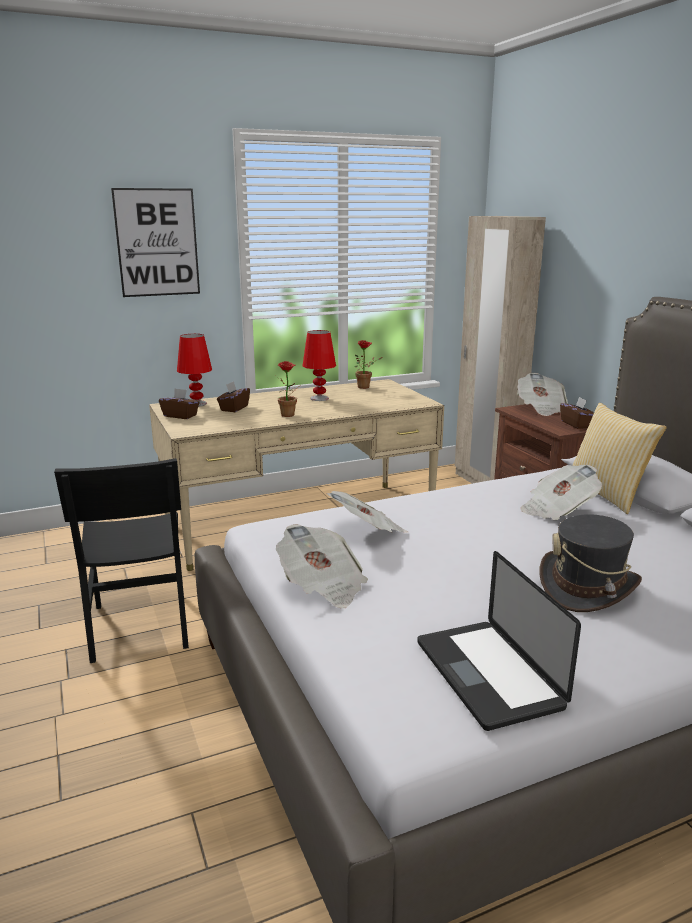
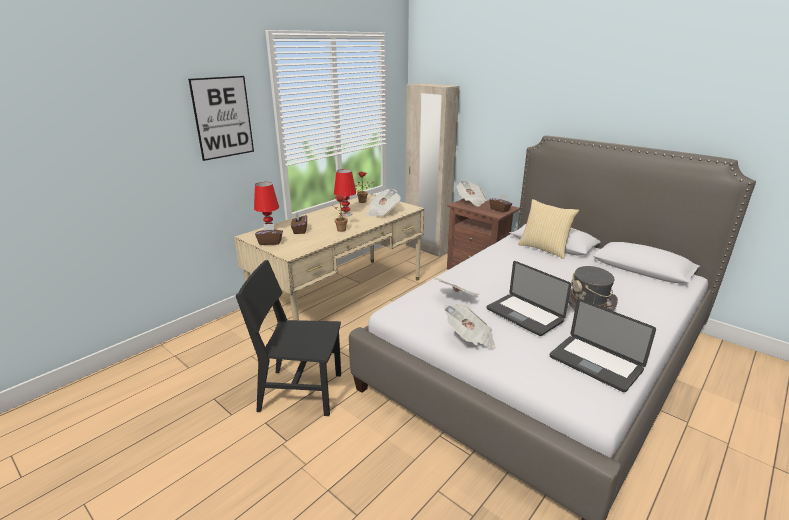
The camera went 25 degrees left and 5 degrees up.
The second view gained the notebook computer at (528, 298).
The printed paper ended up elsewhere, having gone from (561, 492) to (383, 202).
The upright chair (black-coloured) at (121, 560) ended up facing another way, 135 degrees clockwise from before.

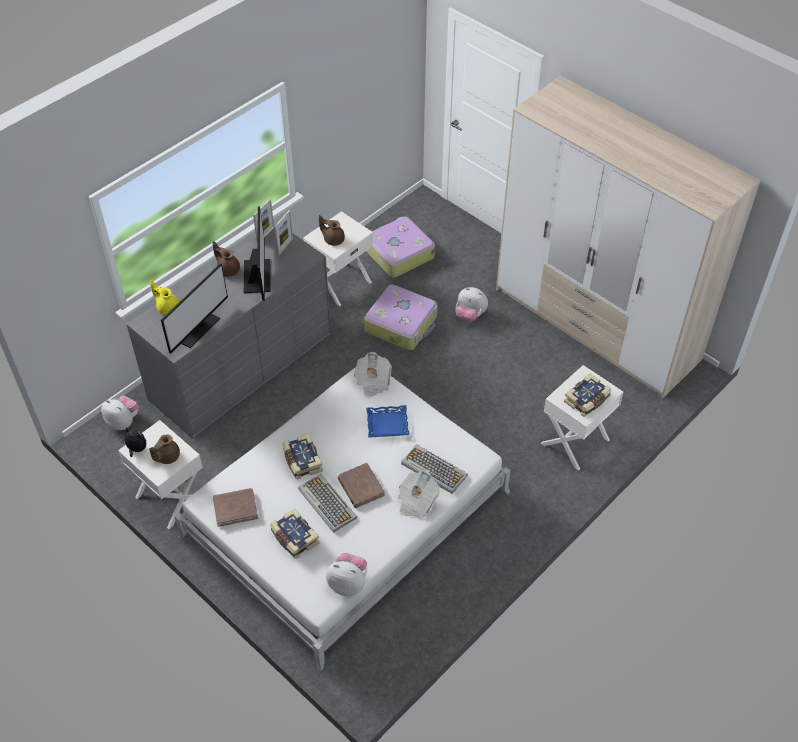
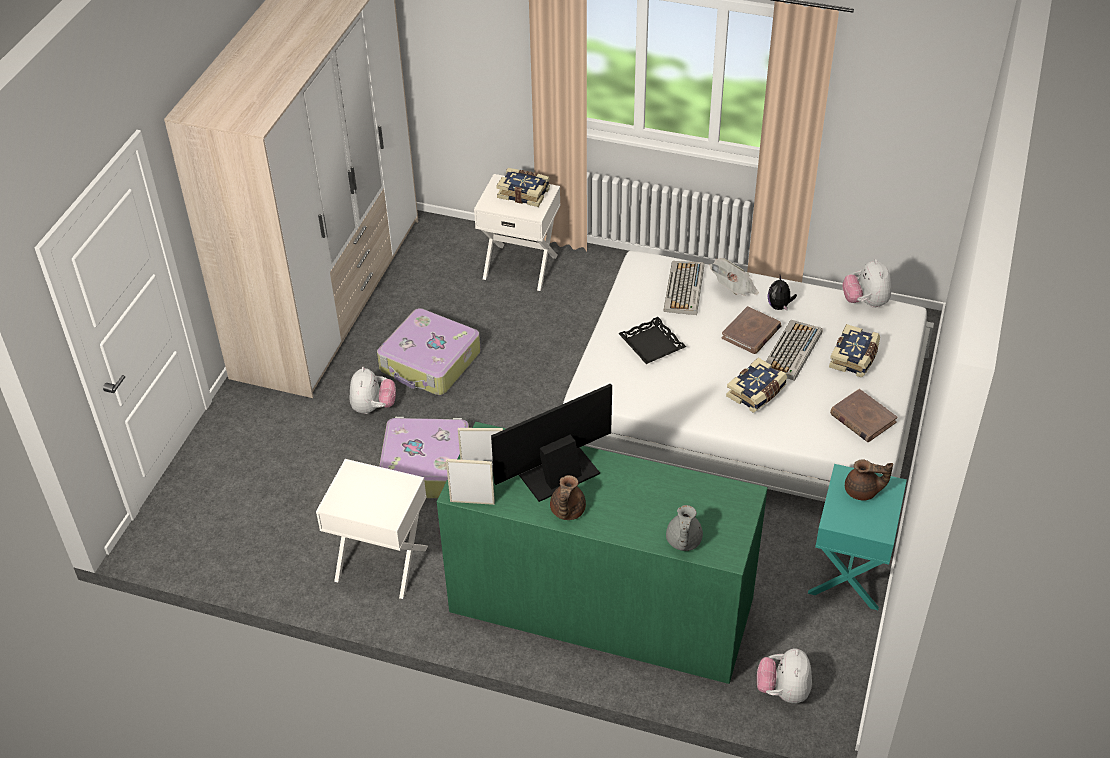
The camera went 115 degrees left and 5 degrees down.
The second view lost the computer screen at (194, 308).
The second view lost the pot for tea (brownish) at (332, 230).
The second view lost the printed paper at (373, 374).
The soft toy ended up elsewhere, having gone from (133, 442) to (782, 293).
The piece of luggage ended up elsewhere, having gone from (400, 247) to (429, 351).
What was the bedside table (white) at (160, 474) turned into the bedside table (turquoise-coloured) at (857, 537).
What was the chest of drawers (greyish) at (228, 330) turned into the chest of drawers (green) at (602, 553).
What was the pot for tea (yellowish) at (164, 298) turned into the pot for tea (greyish) at (684, 528).
What was the serving tray (blue-coloured) at (387, 421) turned into the serving tray (black-coloured) at (652, 340).

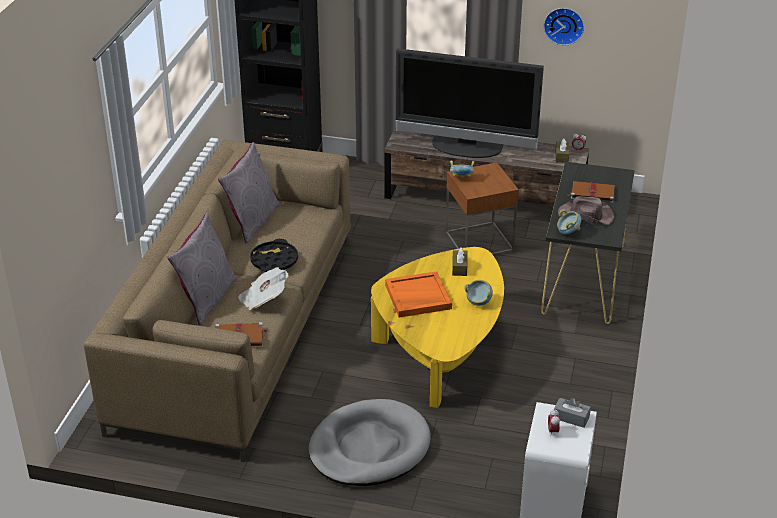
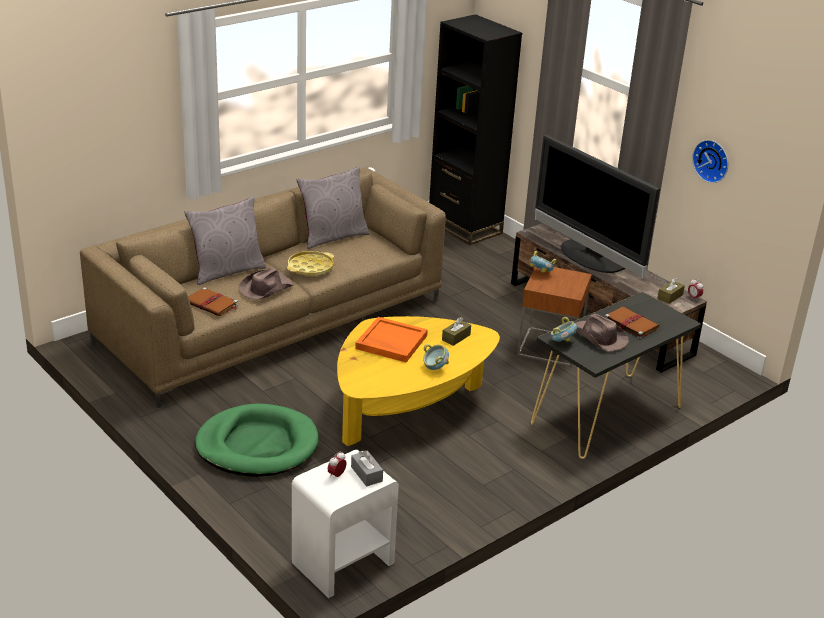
The camera went 35 degrees right and 5 degrees down.
Where the printed paper stood at (263, 288), the clothing hat (brownish) came to stand at (265, 283).
What was the serving tray (black-coloured) at (274, 255) turned into the serving tray (yellowish) at (310, 263).
What was the dog cushion (greyish) at (370, 442) turned into the dog cushion (green) at (257, 440).

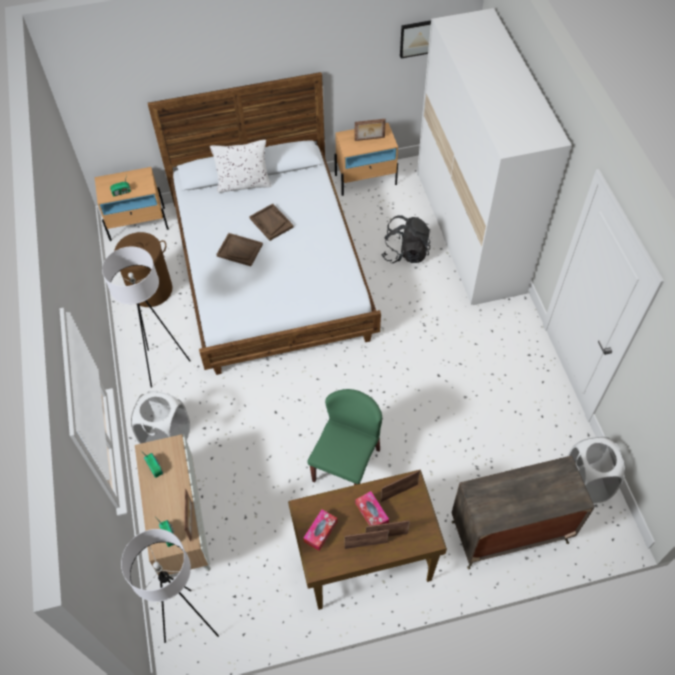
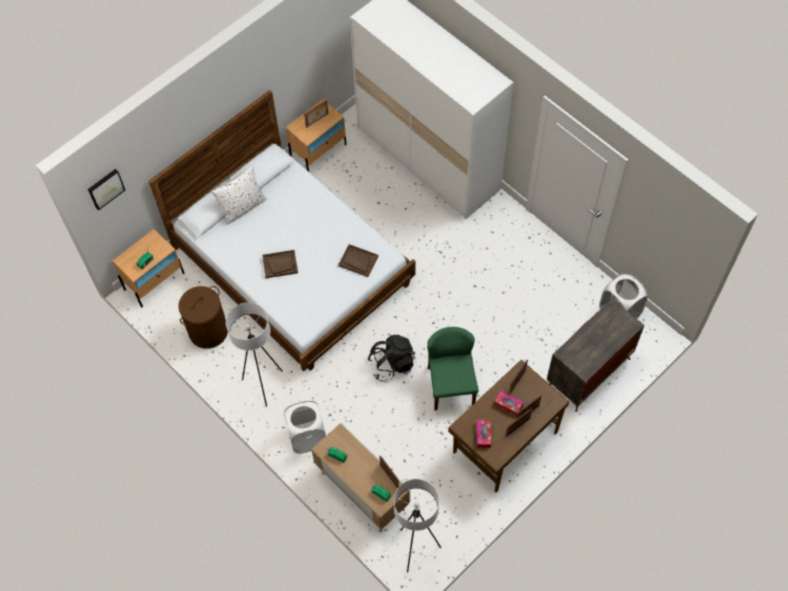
The camera went 30 degrees left and 5 degrees up.
The serving tray (brownish) ended up elsewhere, having gone from (271, 222) to (358, 260).
The knapsack (black-coloured) ended up elsewhere, having gone from (406, 239) to (391, 358).
The picture ended up elsewhere, having gone from (415, 39) to (106, 189).

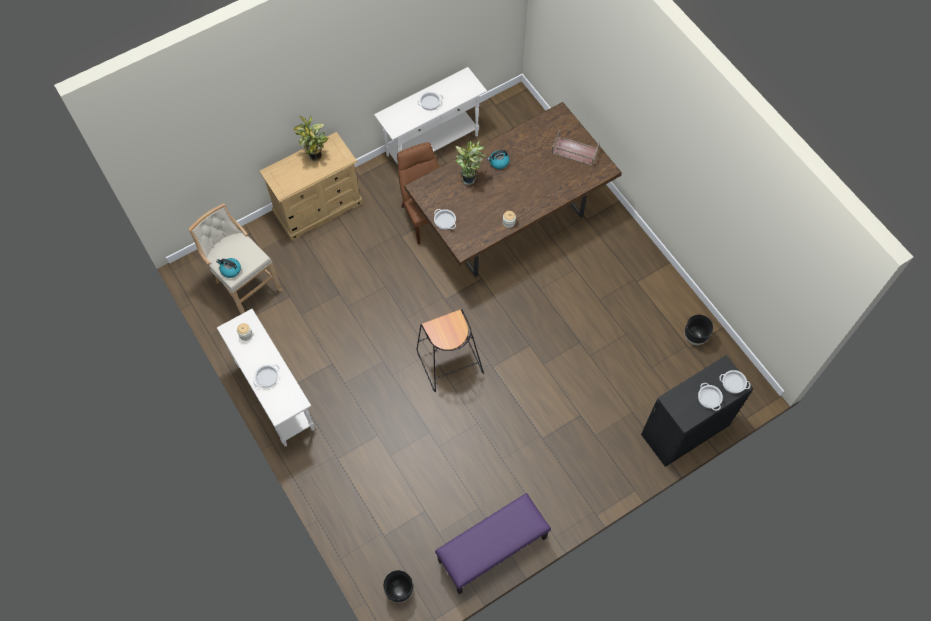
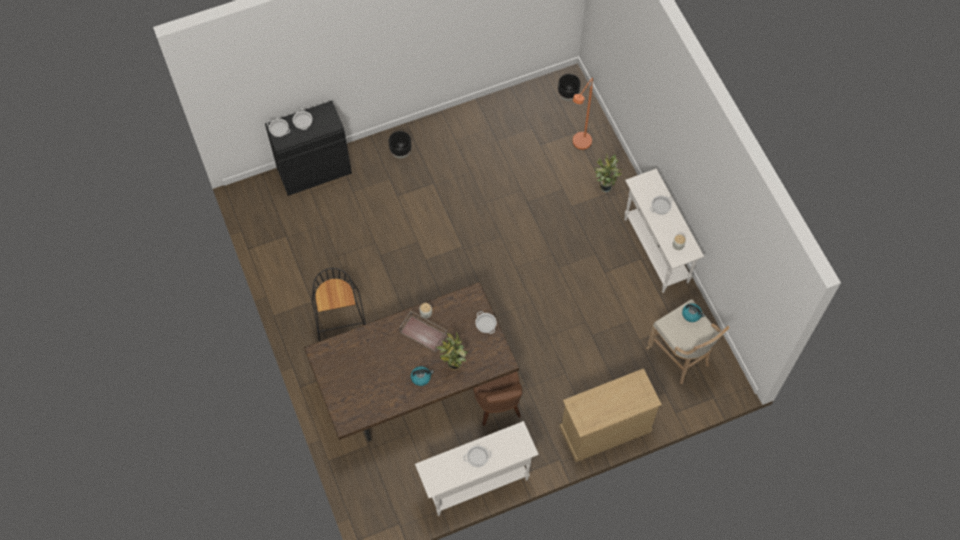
The camera went 170 degrees left and 0 degrees up.
The second view lost the bench (purple) at (493, 543).
The second view gained the standard lamp (orangey) at (583, 114).
The potted plant ended up elsewhere, having gone from (311, 138) to (608, 172).
The stool seat (black-coloured) ended up elsewhere, having gone from (450, 350) to (339, 305).
The serving tray (brownish) ended up elsewhere, having gone from (575, 148) to (423, 331).
The planter (black-coloured) ended up elsewhere, having gone from (698, 330) to (400, 144).

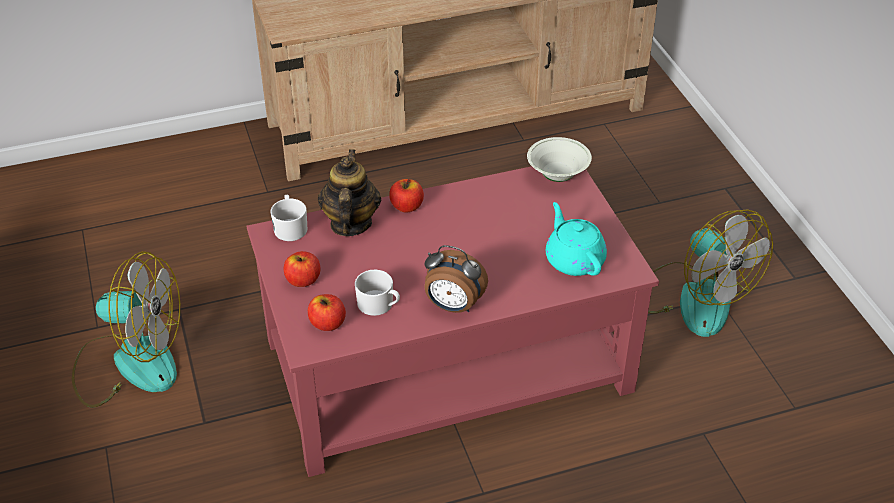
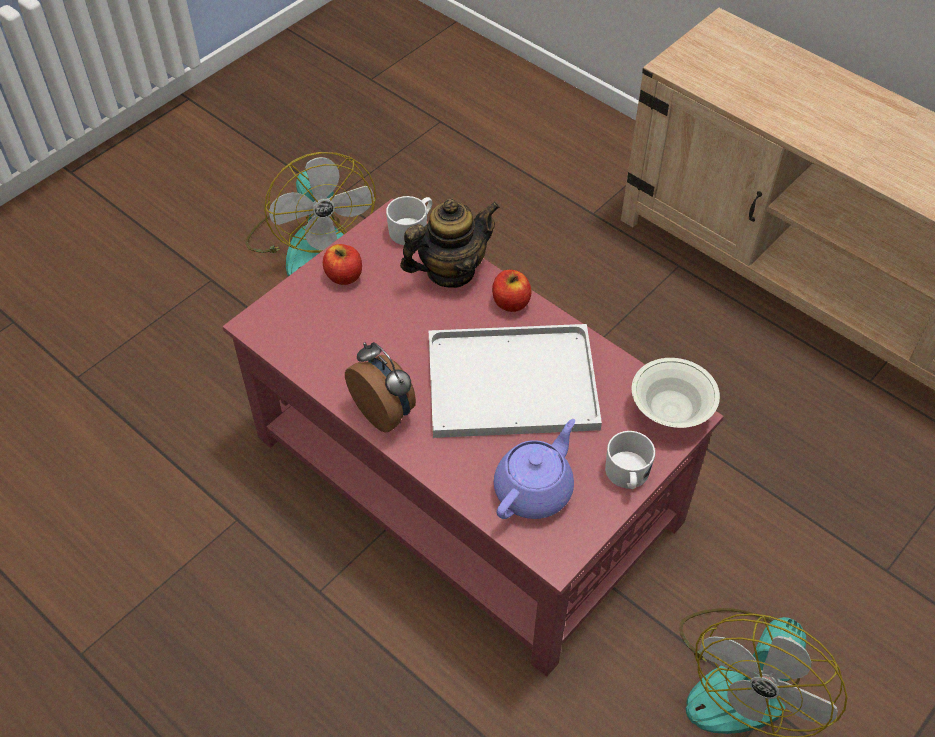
The camera went 60 degrees right and 10 degrees up.
The second view lost the whole apple at (327, 312).
The second view gained the serving tray (white) at (515, 381).
The tea mug (white) ended up elsewhere, having gone from (377, 293) to (630, 460).
What was the pot for tea (turquoise-coloured) at (576, 239) turned into the pot for tea (purple) at (534, 469).
The table clock at (456, 279) ended up facing another way, 150 degrees clockwise from before.

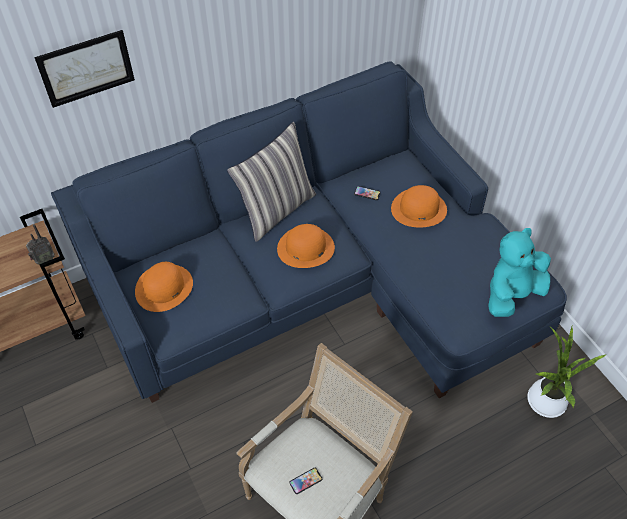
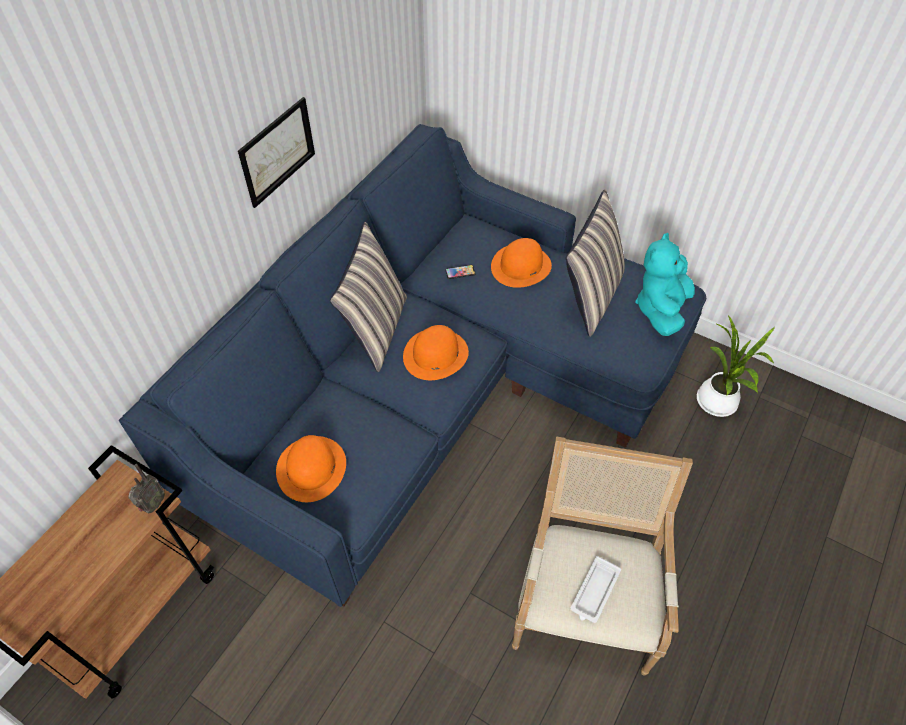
The camera went 30 degrees left and 0 degrees up.
The second view gained the cushion at (595, 263).
The picture ended up elsewhere, having gone from (84, 69) to (276, 152).
Where the phone stood at (305, 481), the serving tray (white) came to stand at (595, 589).

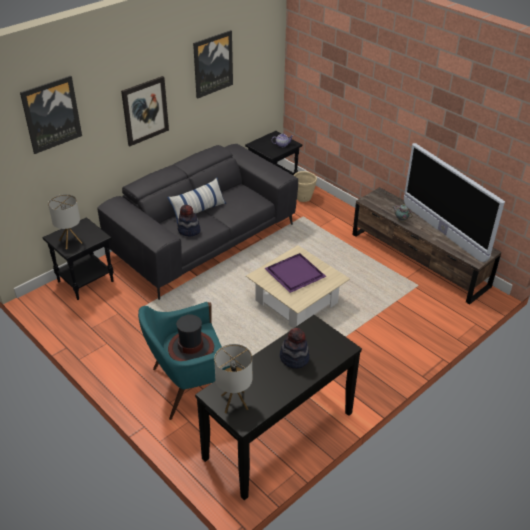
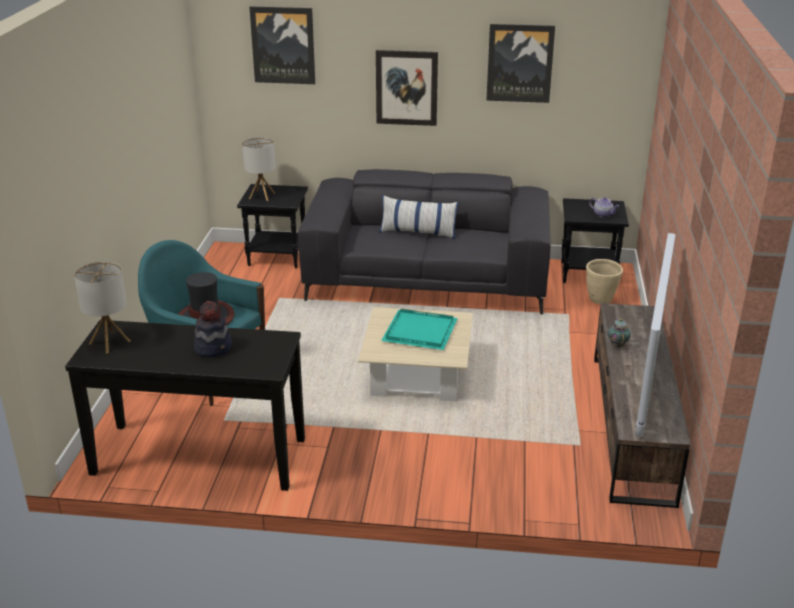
The camera went 50 degrees right and 10 degrees down.
The second view lost the clothing hat at (188, 220).
What was the serving tray (purple) at (295, 273) turned into the serving tray (turquoise-coloured) at (419, 329).

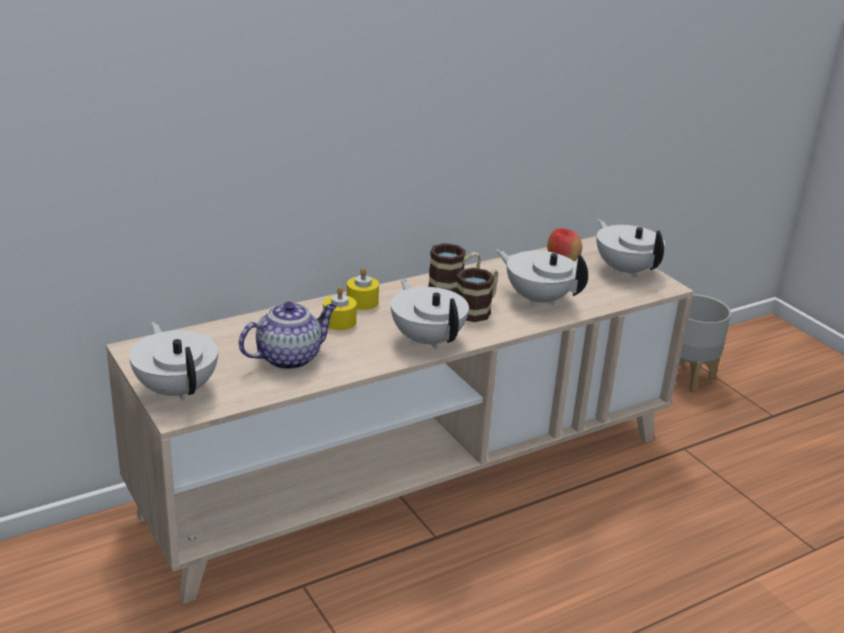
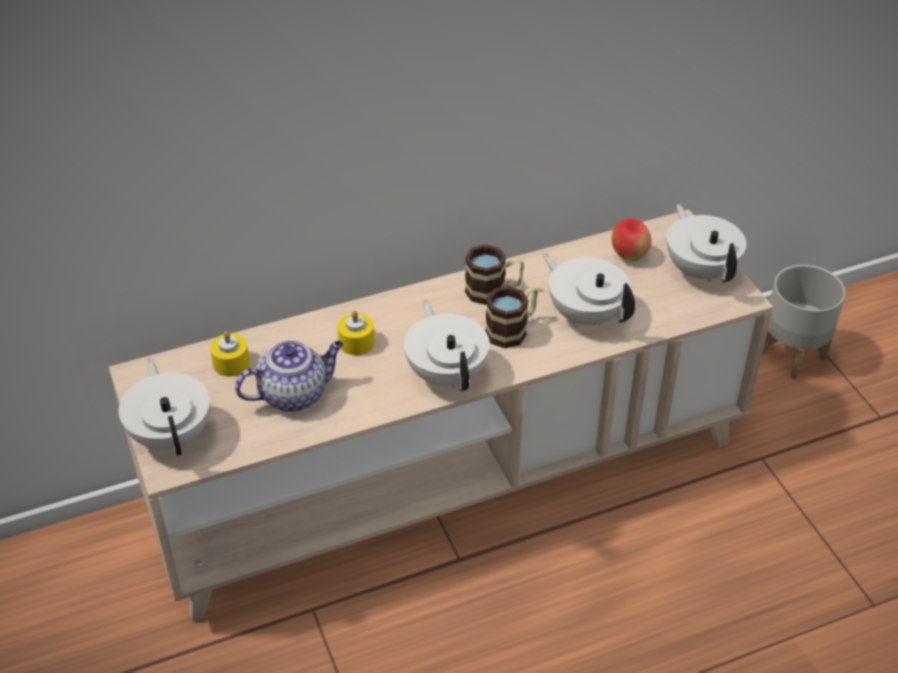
The camera went 10 degrees right and 15 degrees up.
The wax light (yellowish) ended up elsewhere, having gone from (363, 289) to (230, 354).

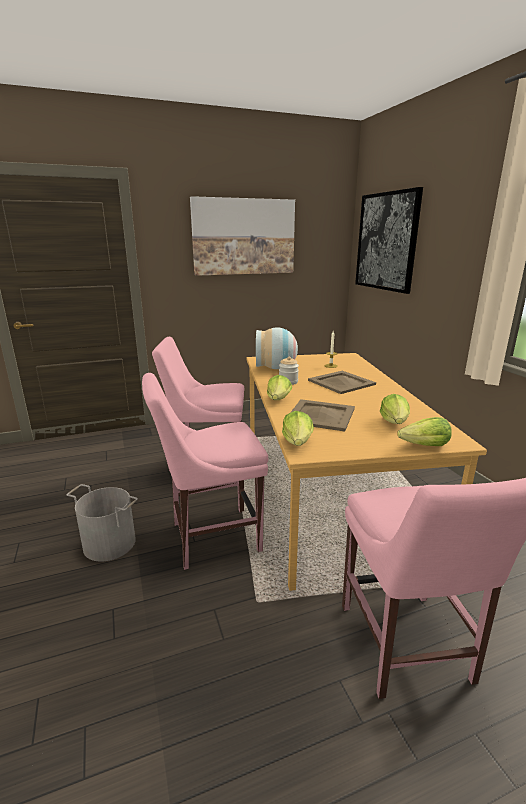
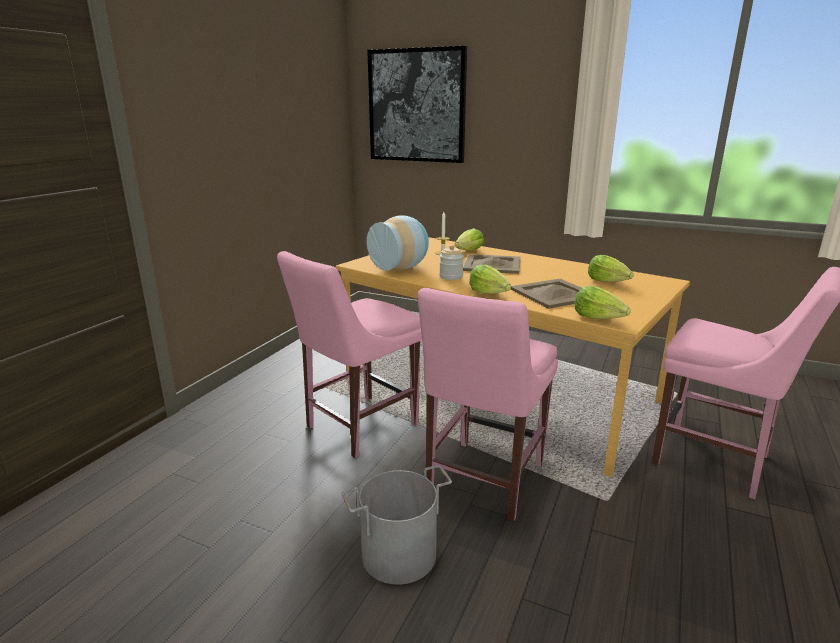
The camera went 45 degrees left and 0 degrees up.
The second view lost the picture at (242, 236).
The head of lettuce ended up elsewhere, having gone from (424, 431) to (469, 239).

